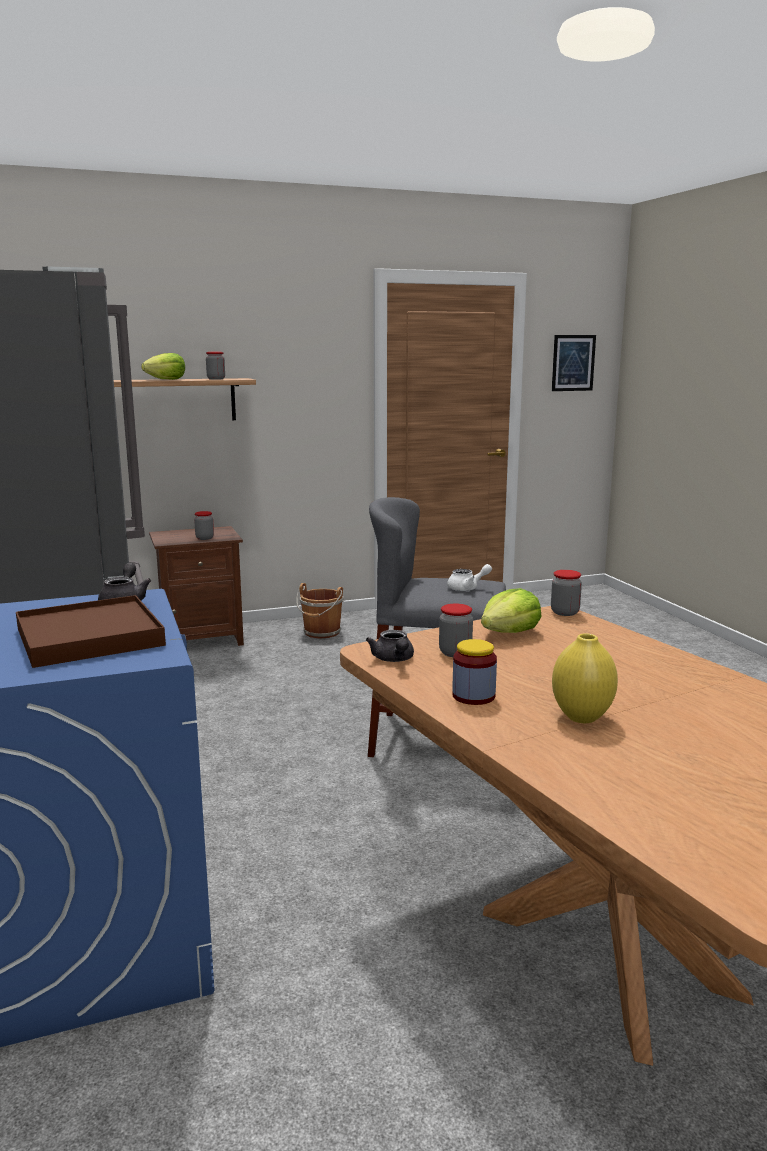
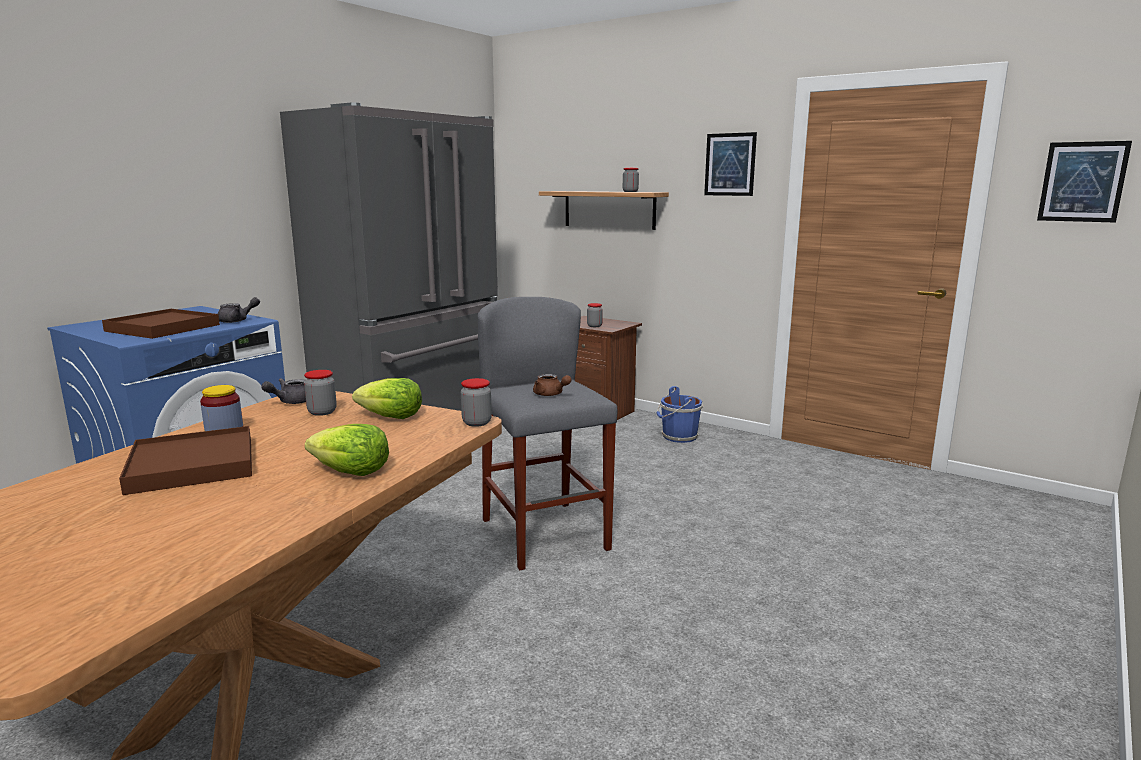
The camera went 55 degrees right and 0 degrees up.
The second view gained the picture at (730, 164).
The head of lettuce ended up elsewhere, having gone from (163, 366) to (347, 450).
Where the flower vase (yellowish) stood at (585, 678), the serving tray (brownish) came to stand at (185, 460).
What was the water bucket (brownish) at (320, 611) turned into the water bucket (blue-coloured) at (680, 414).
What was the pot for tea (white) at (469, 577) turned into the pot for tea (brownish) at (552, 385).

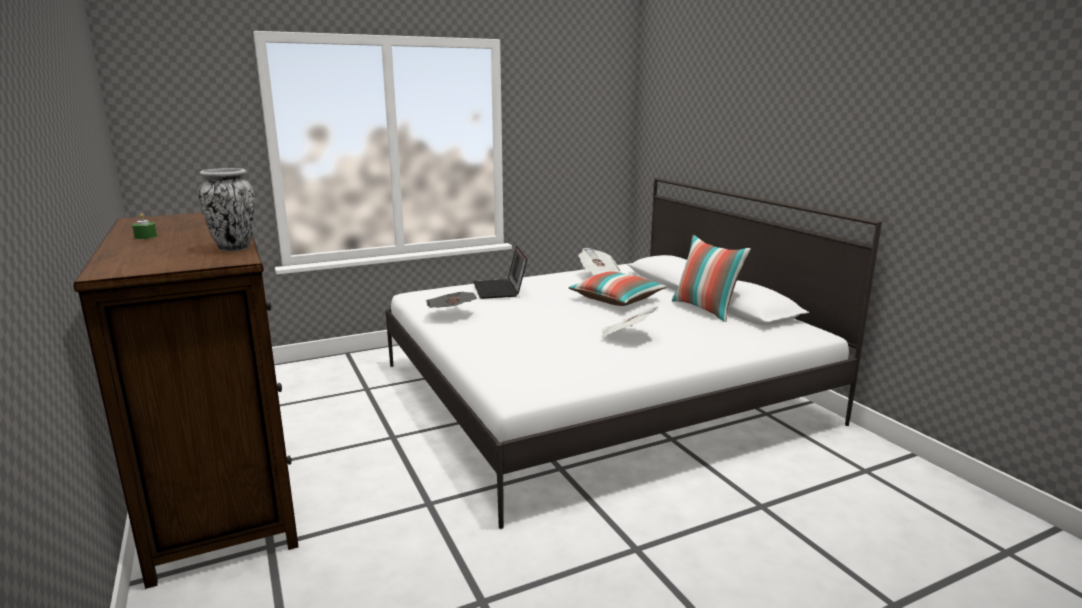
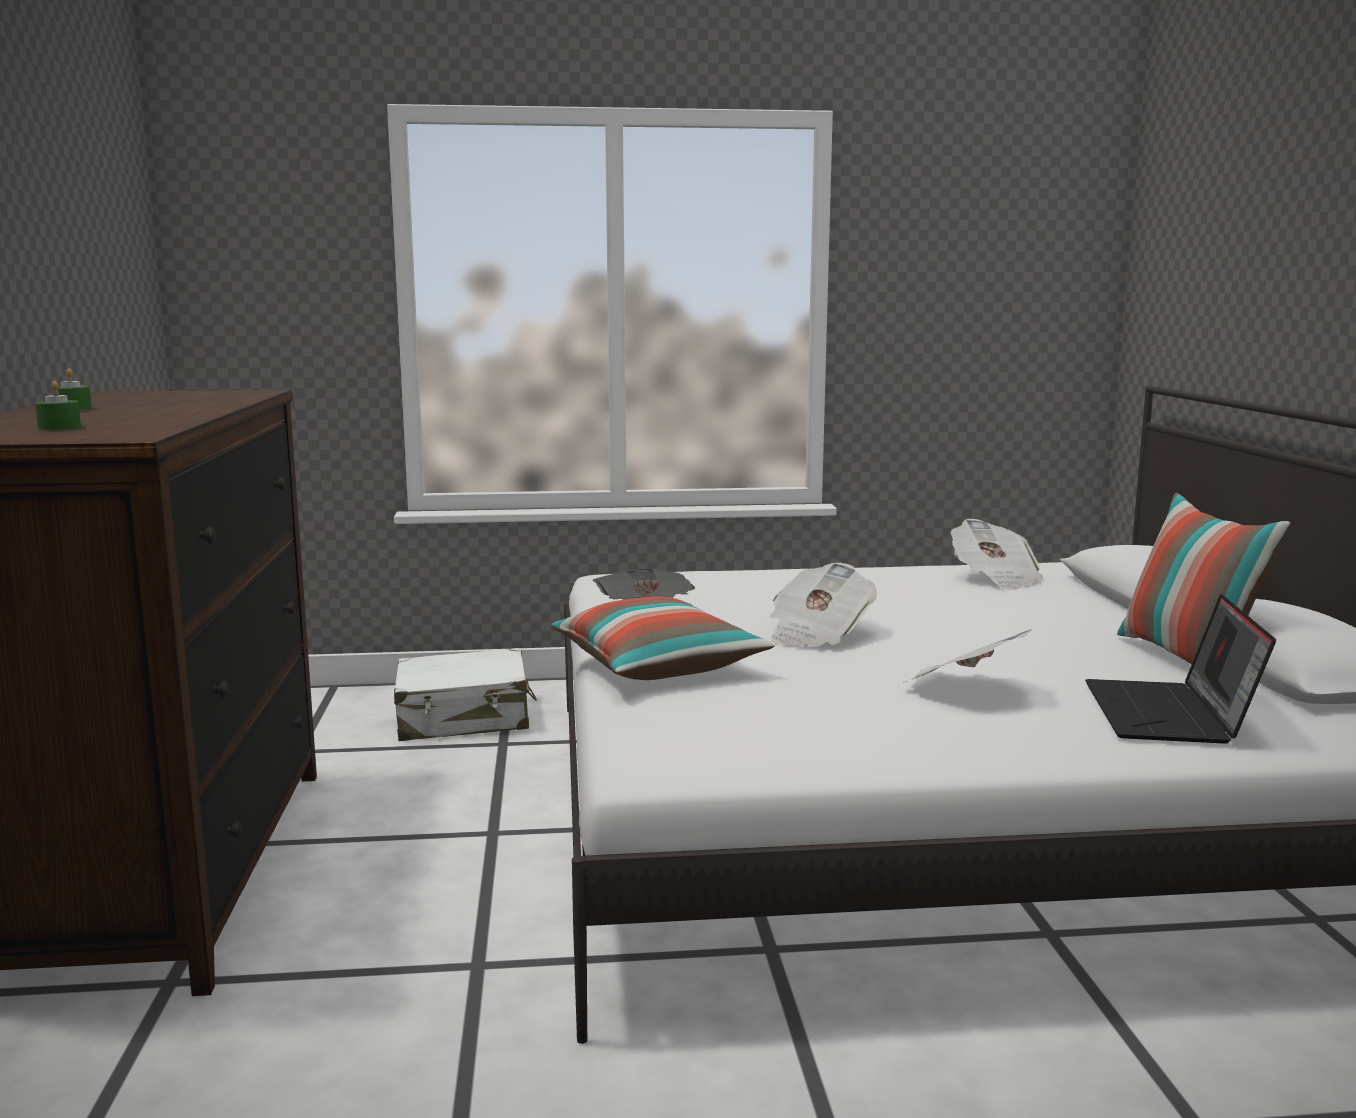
The camera went 20 degrees right and 5 degrees down.
The second view lost the flower vase at (226, 209).
The second view gained the wax light (green) at (58, 405).
The second view gained the piece of luggage (white) at (465, 694).
The second view gained the printed paper at (823, 604).
The notebook computer ended up elsewhere, having gone from (500, 272) to (1180, 669).
The cushion ended up elsewhere, having gone from (618, 288) to (662, 638).

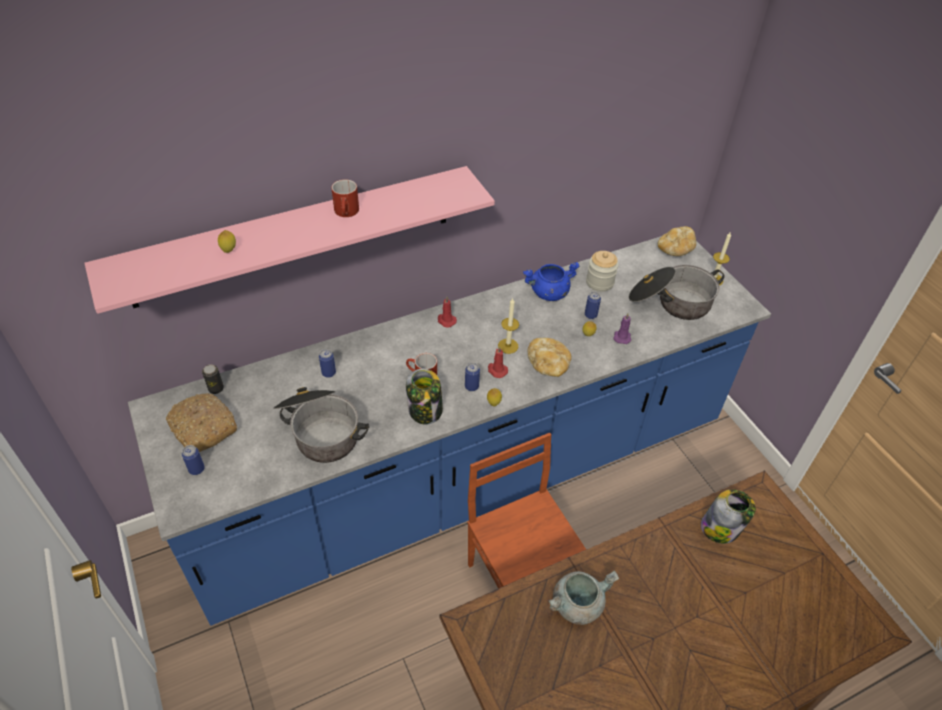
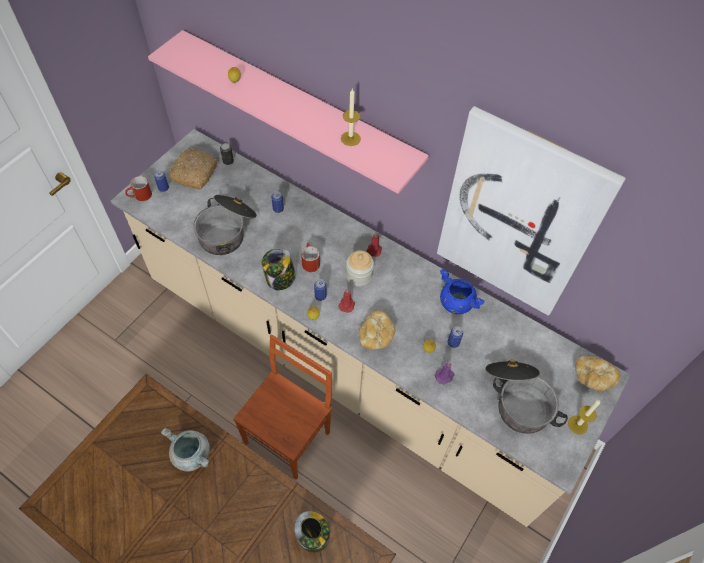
The camera went 60 degrees right and 10 degrees up.
The second view gained the picture at (531, 210).
The tea mug (reddish) ended up elsewhere, having gone from (345, 198) to (138, 188).
The wax light ended up elsewhere, having gone from (508, 326) to (351, 117).
The storage jar ended up elsewhere, having gone from (602, 271) to (360, 268).
What was the kitchen base unit (blue-coloured) at (449, 431) turned into the kitchen base unit (beige-coloured) at (371, 328).

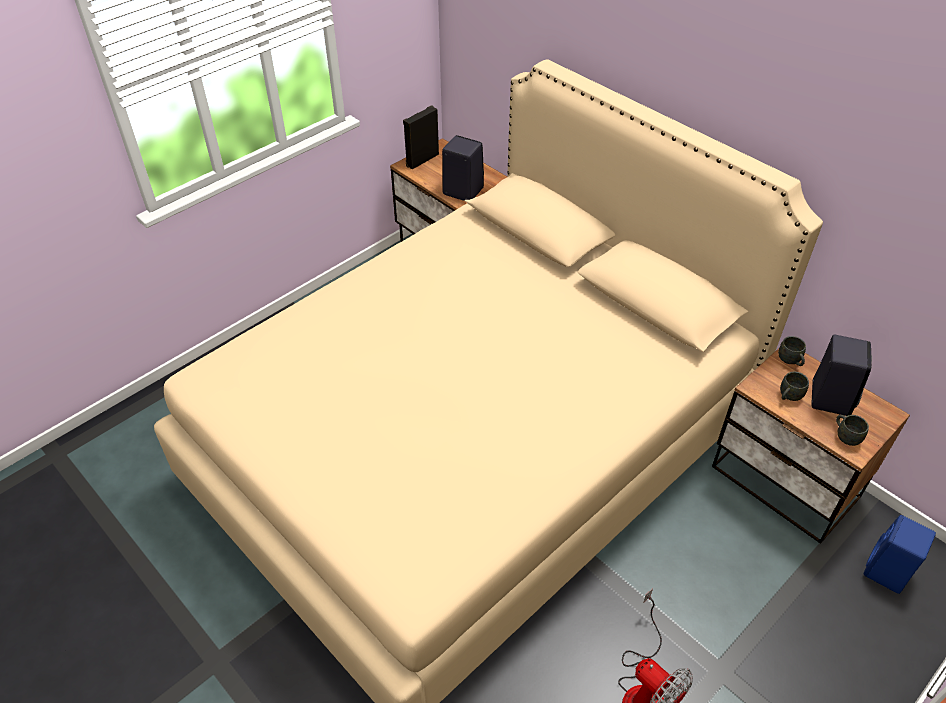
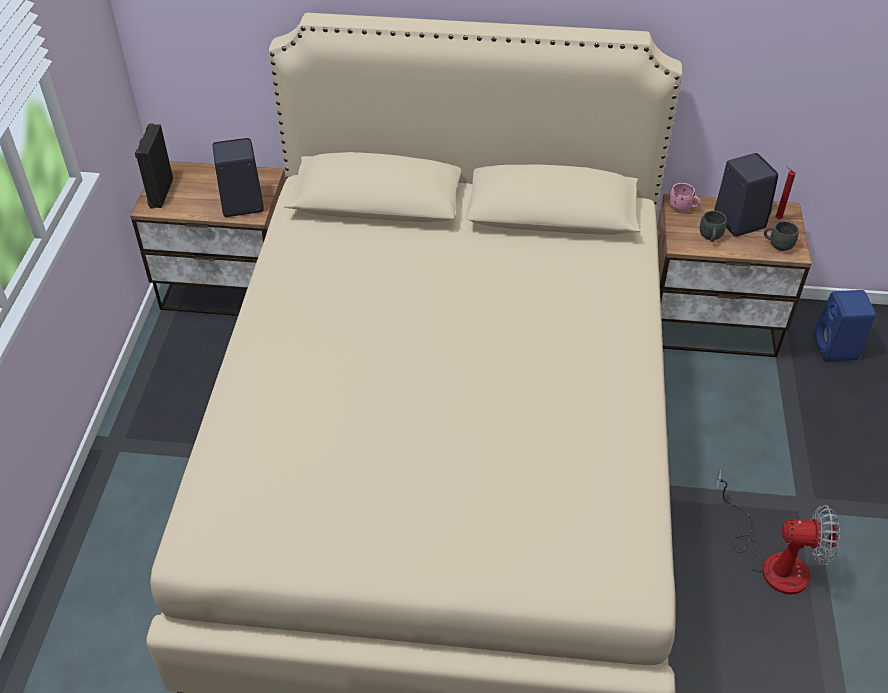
The camera went 40 degrees left and 0 degrees up.
The second view gained the wax light (reddish) at (785, 192).
What was the tea mug (greyish) at (792, 351) turned into the tea mug (pinkish) at (685, 197).

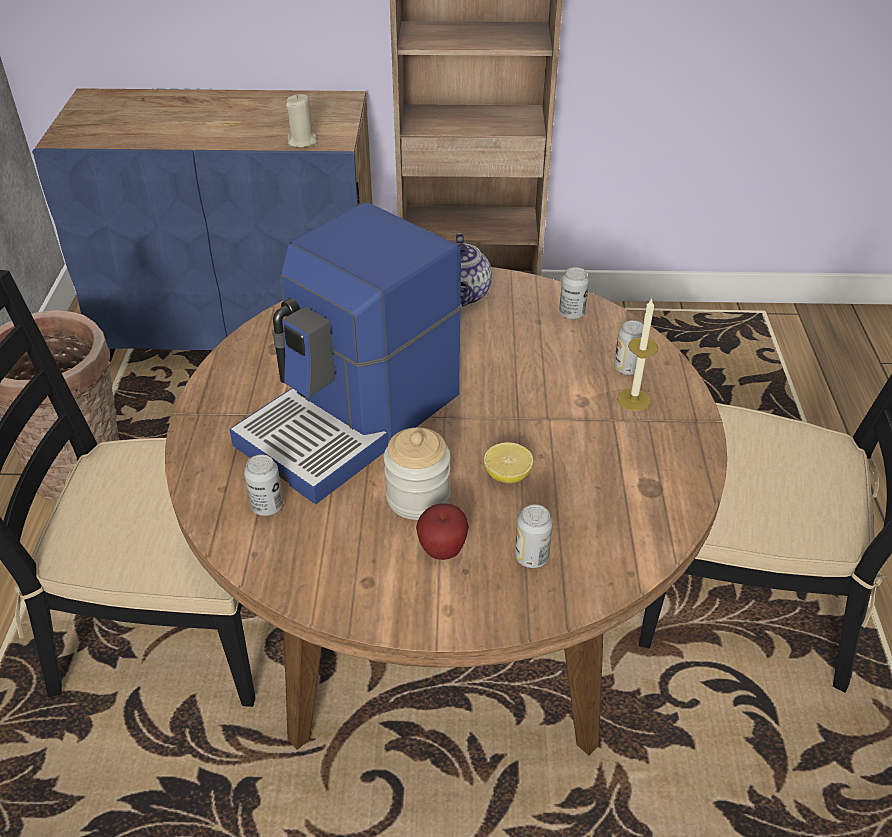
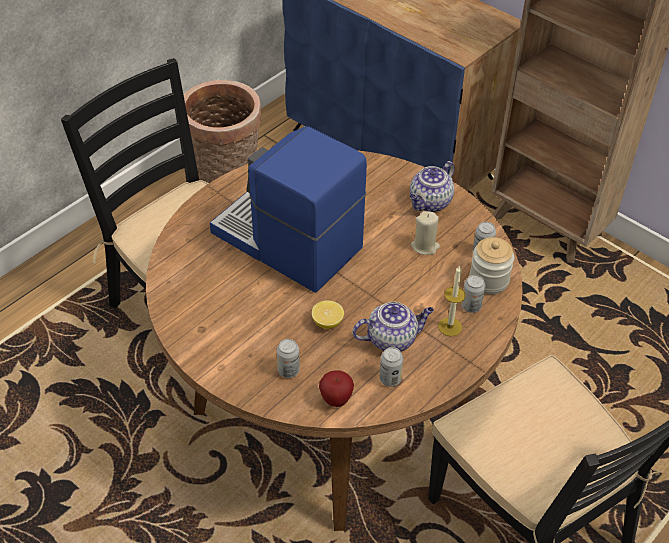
The camera went 40 degrees right and 5 degrees up.
The second view gained the pot for tea at (393, 326).
The can ended up elsewhere, having gone from (263, 485) to (391, 367).
The wax light (beige-coloured) ended up elsewhere, having gone from (301, 120) to (425, 233).
The storage jar ended up elsewhere, having gone from (417, 473) to (491, 265).
The whole apple ended up elsewhere, having gone from (442, 531) to (336, 388).
The coffee maker at (346, 353) ended up facing another way, 45 degrees clockwise from before.

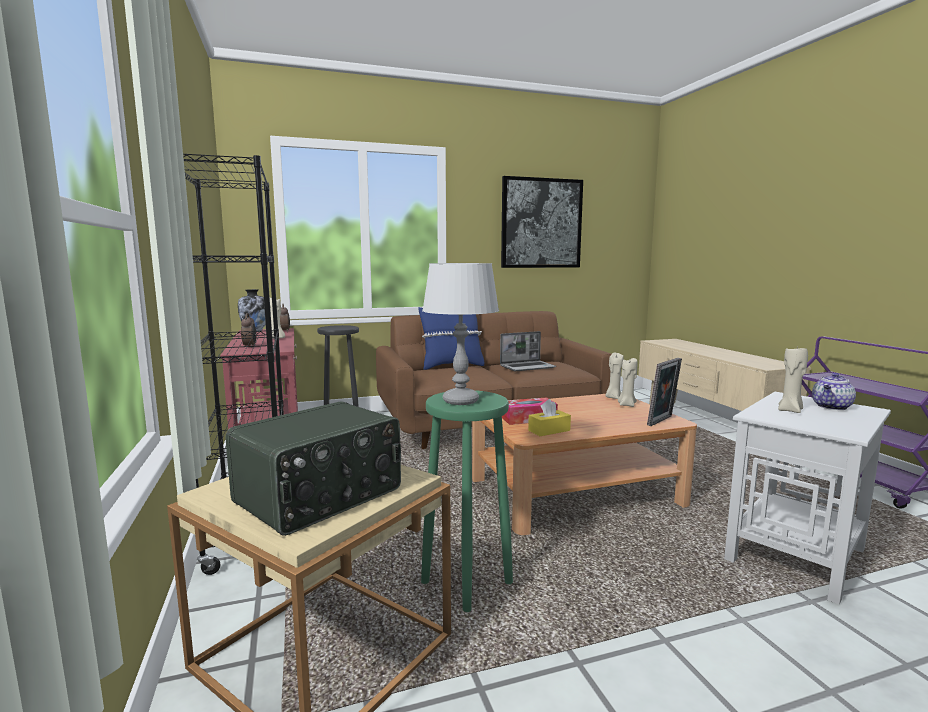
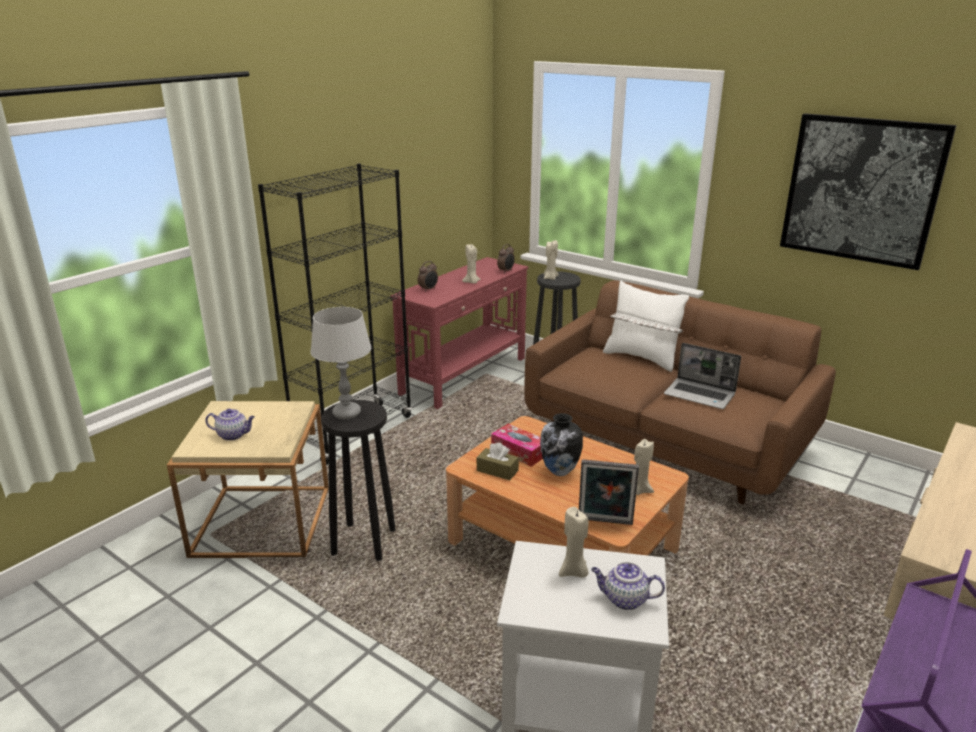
The camera went 55 degrees right and 15 degrees up.
The flower vase ended up elsewhere, having gone from (252, 310) to (561, 444).
The wax light (beige-coloured) ended up elsewhere, having gone from (614, 376) to (551, 260).
Where the radio set stood at (313, 468), the pot for tea came to stand at (230, 425).
What was the cushion (blue-coloured) at (451, 338) turned into the cushion (white) at (646, 326).
What was the stool seat (green) at (467, 501) turned into the stool seat (black-coloured) at (358, 480).
What was the tissue holder (yellowish) at (549, 417) turned into the tissue holder (brownish) at (498, 461).

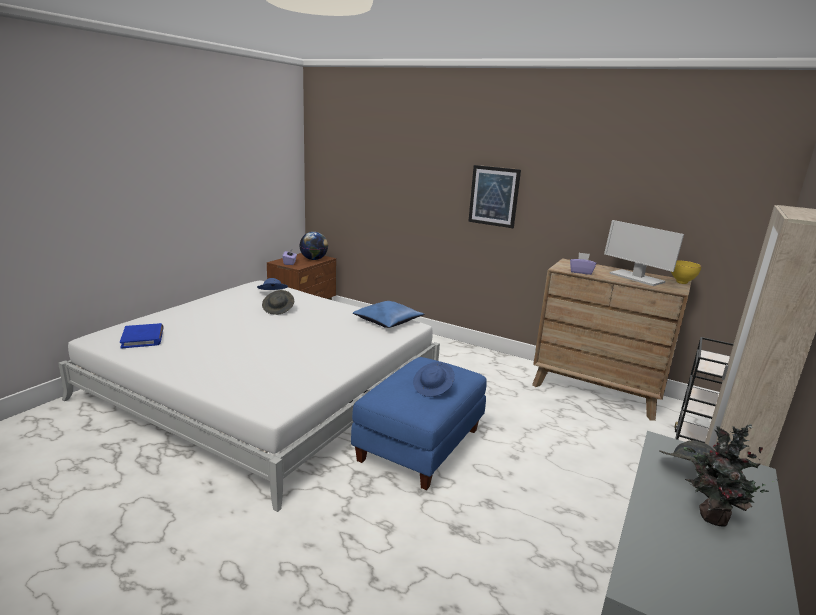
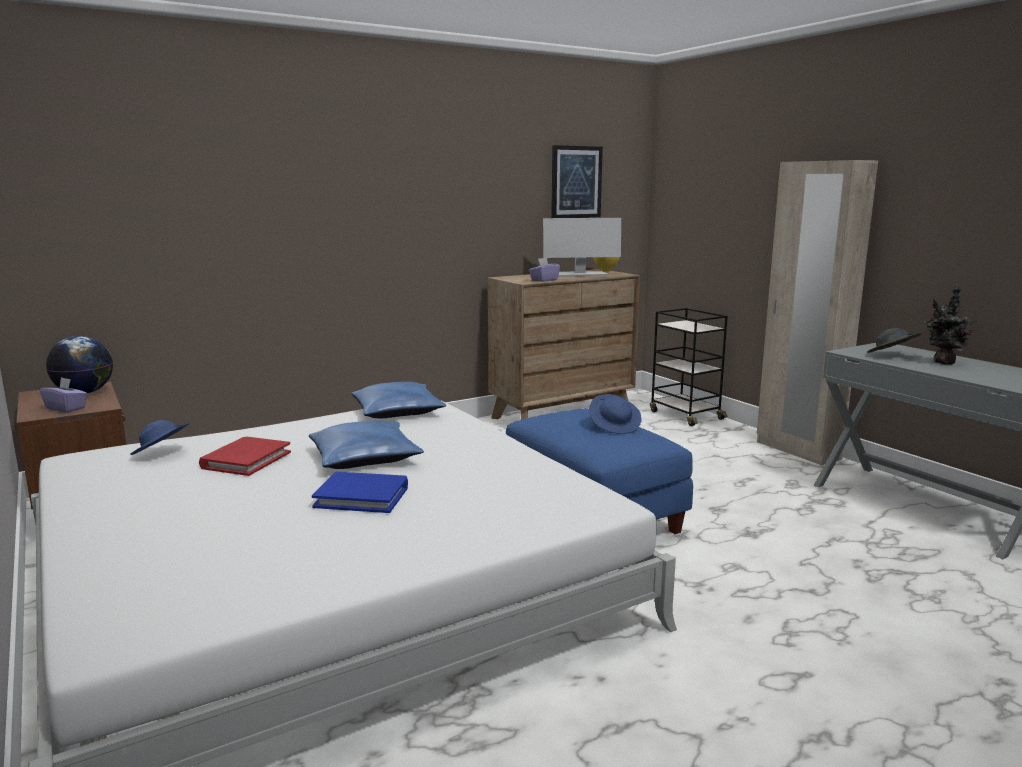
The camera went 60 degrees left and 5 degrees down.
The second view gained the cushion (blue-coloured) at (366, 444).
The book (blue-coloured) ended up elsewhere, having gone from (142, 336) to (360, 492).
The picture ended up elsewhere, having gone from (494, 196) to (577, 181).
Where the clothing hat (greyish) stood at (278, 302), the book (reddish) came to stand at (245, 456).

